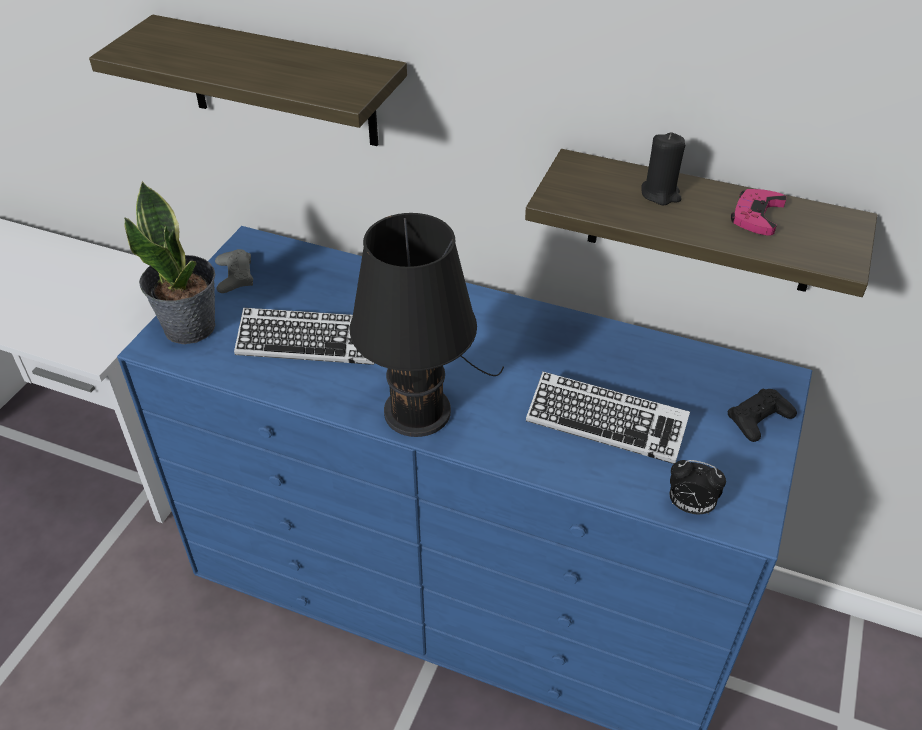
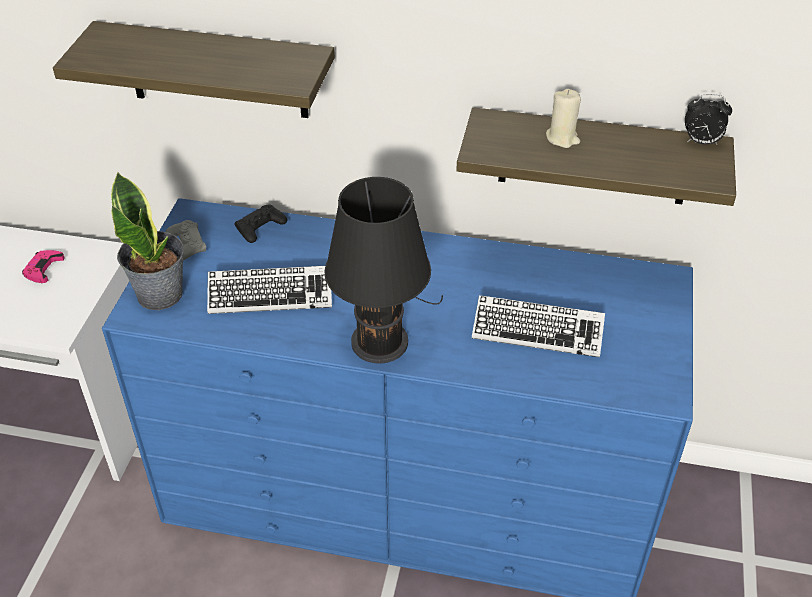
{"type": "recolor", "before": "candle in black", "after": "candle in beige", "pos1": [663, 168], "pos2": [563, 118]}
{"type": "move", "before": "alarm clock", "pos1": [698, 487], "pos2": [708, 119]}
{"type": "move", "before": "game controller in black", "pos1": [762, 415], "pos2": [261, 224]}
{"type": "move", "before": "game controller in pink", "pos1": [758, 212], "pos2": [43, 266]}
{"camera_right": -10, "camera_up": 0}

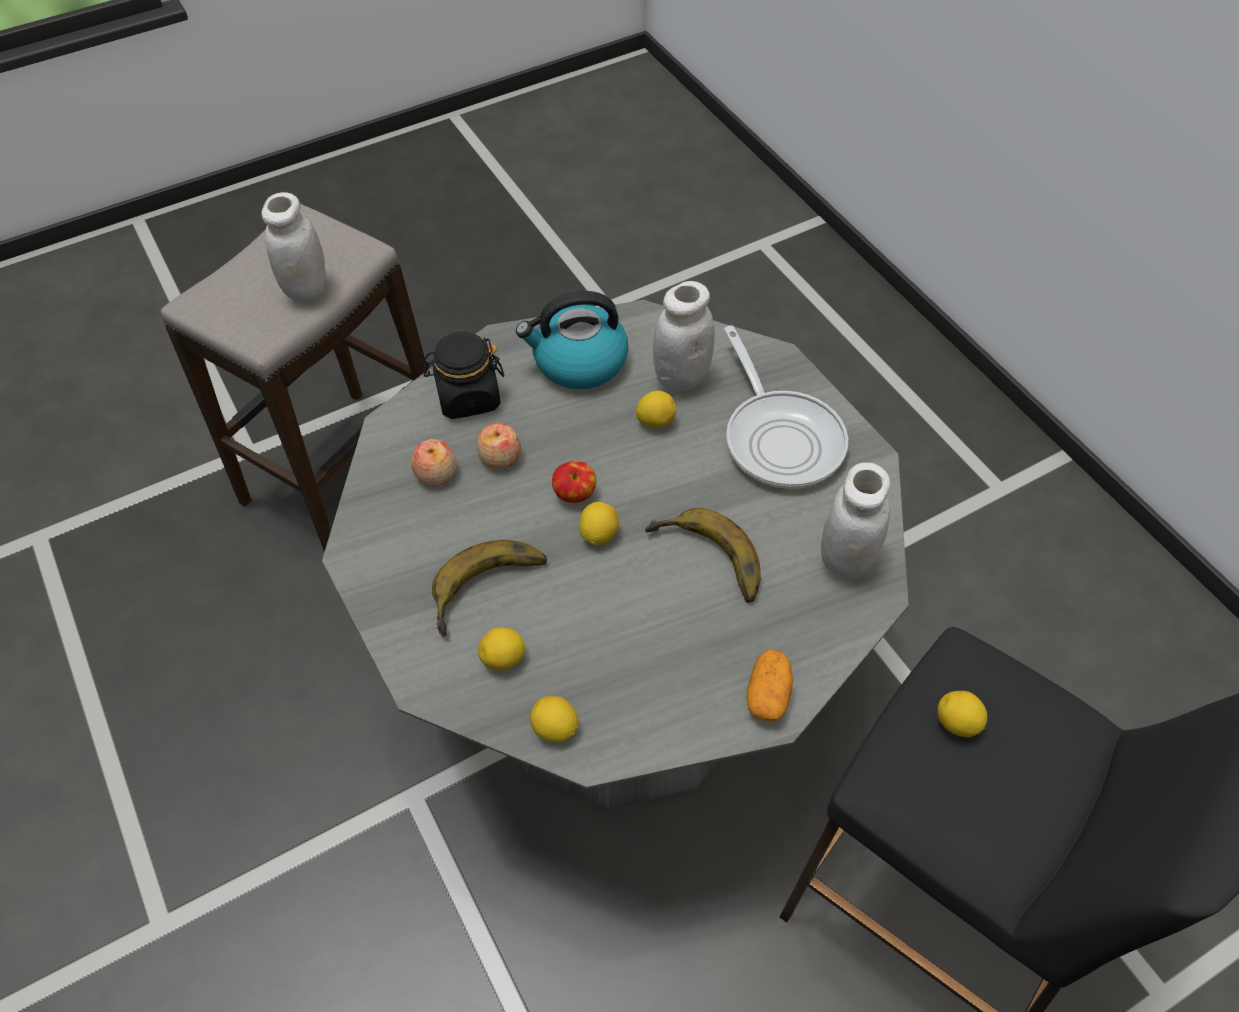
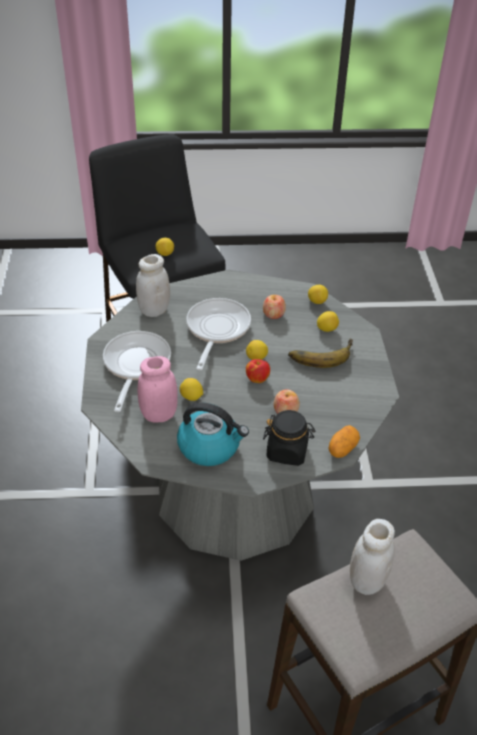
{"type": "move", "before": "apple", "pos1": [434, 462], "pos2": [274, 307]}
{"type": "replace", "before": "banana", "after": "frying pan", "pos1": [703, 555], "pos2": [218, 334]}
{"type": "recolor", "before": "jar in white", "after": "jar in pink", "pos1": [684, 336], "pos2": [158, 389]}
{"type": "move", "before": "potato", "pos1": [770, 685], "pos2": [344, 441]}
{"camera_right": -155, "camera_up": -10}

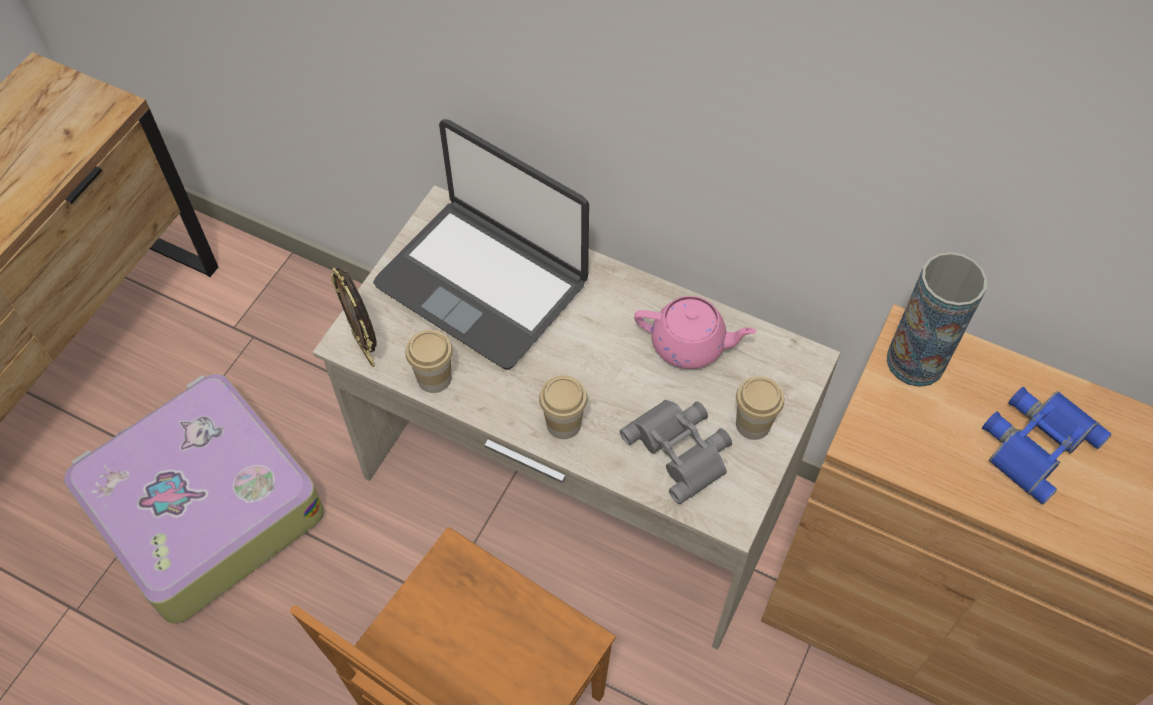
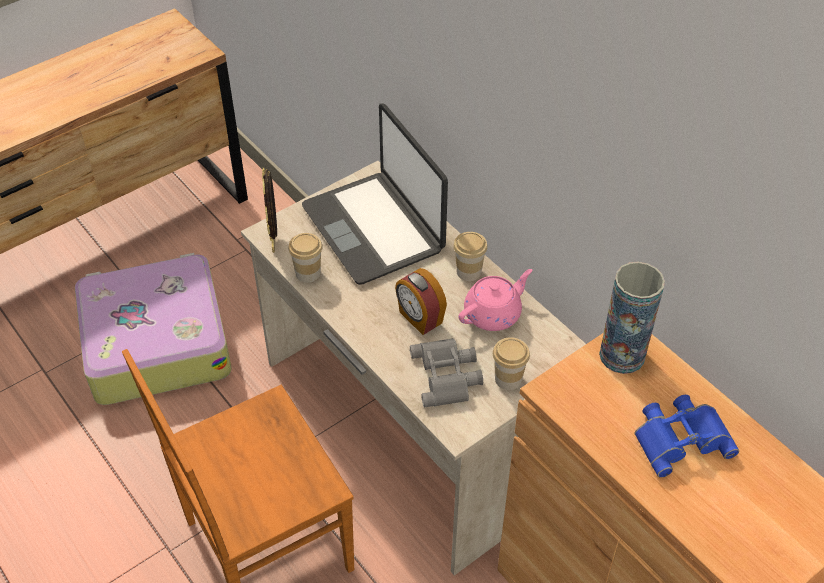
{"type": "move", "before": "cup", "pos1": [563, 407], "pos2": [470, 256]}
{"type": "rotate", "before": "teapot in pink", "pos1": [695, 332], "pos2": [495, 300], "turn": -75}
{"type": "insert", "after": "alarm clock", "pos2": [421, 301]}
{"camera_right": 25, "camera_up": -10}

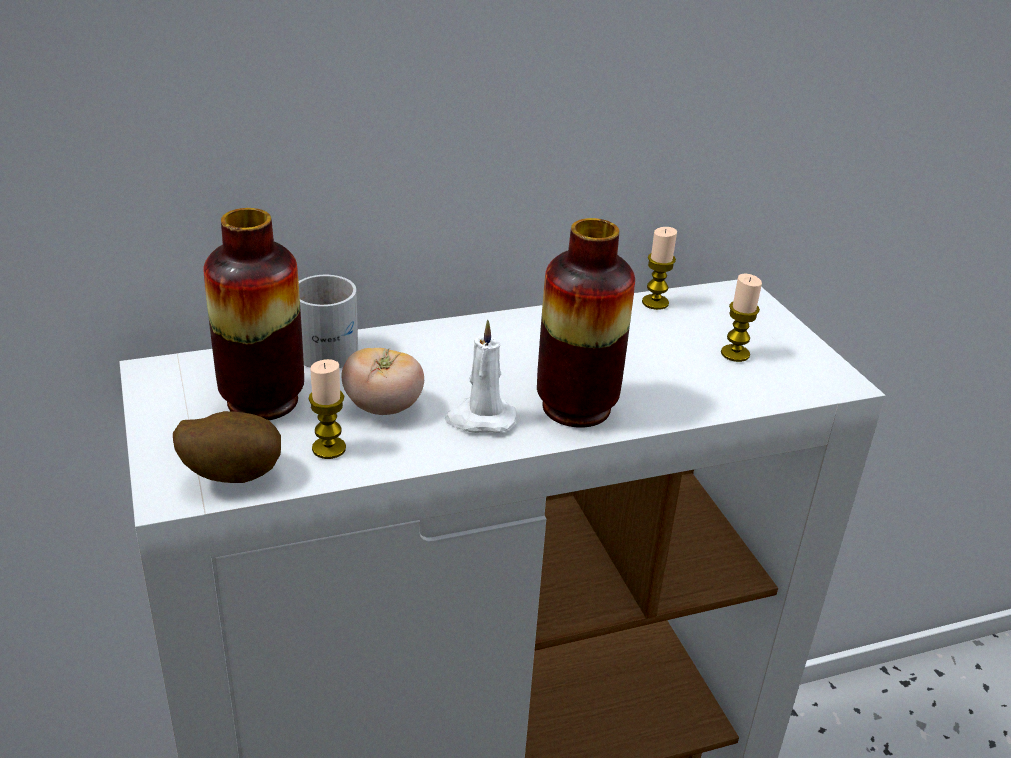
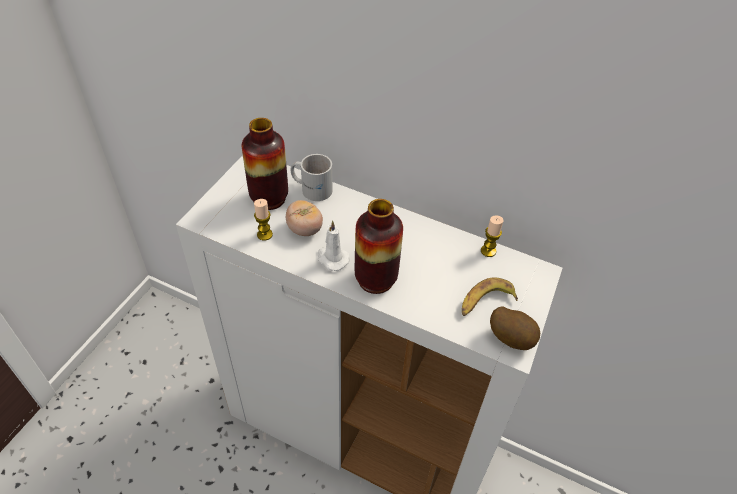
{"type": "move", "before": "potato", "pos1": [227, 447], "pos2": [515, 328]}
{"type": "replace", "before": "candle", "after": "banana", "pos1": [741, 318], "pos2": [490, 296]}
{"camera_right": 45, "camera_up": 15}

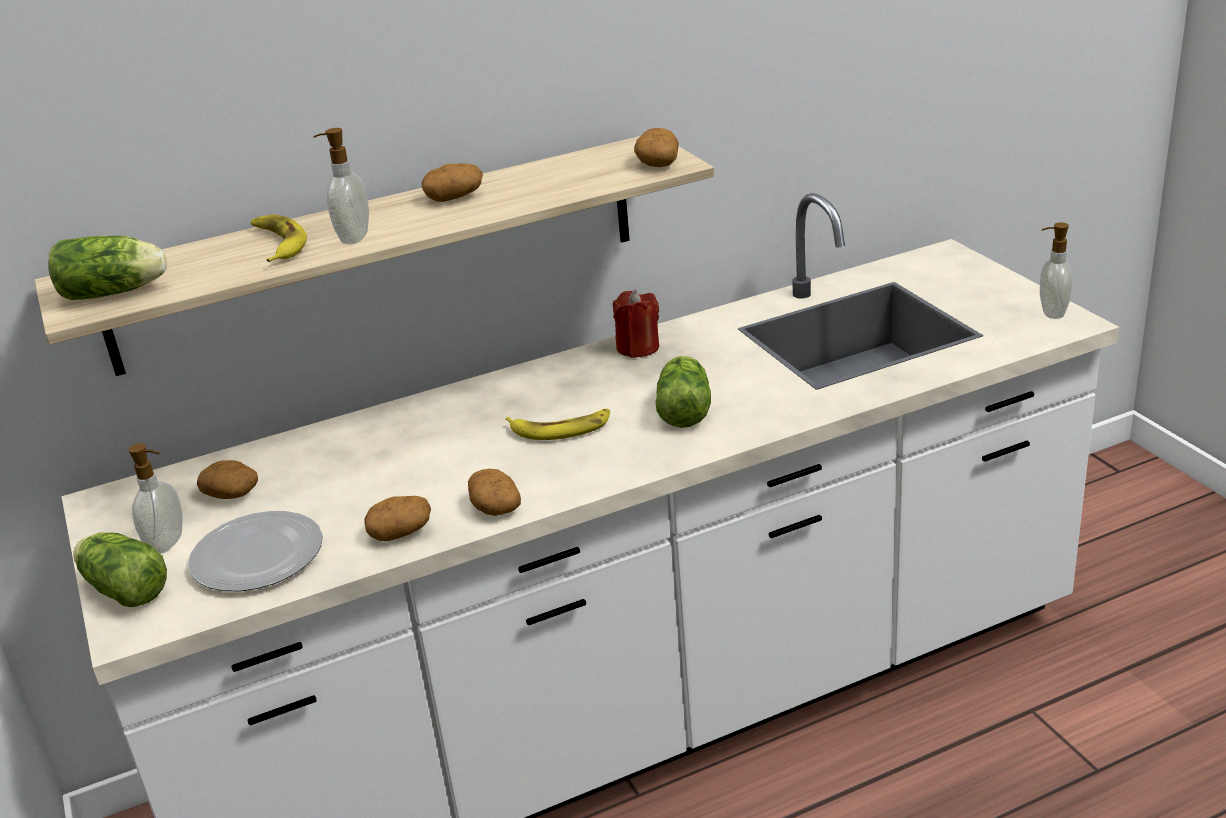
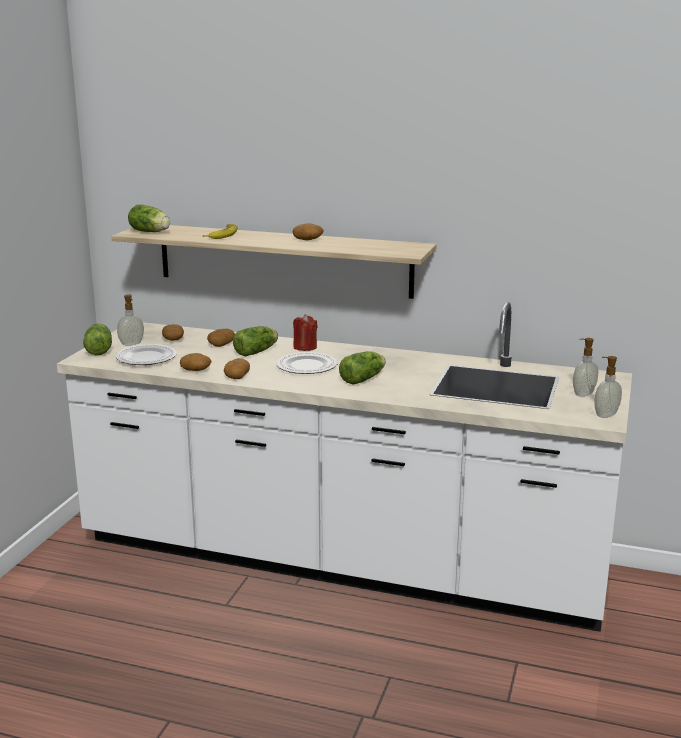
{"type": "move", "before": "soap dispenser", "pos1": [341, 186], "pos2": [585, 367]}
{"type": "replace", "before": "banana", "after": "plate", "pos1": [558, 424], "pos2": [307, 363]}
{"type": "move", "before": "candle in red", "pos1": [636, 324], "pos2": [305, 332]}
{"type": "move", "before": "potato", "pos1": [656, 147], "pos2": [221, 338]}
{"type": "insert", "after": "lettuce", "pos2": [255, 341]}
{"camera_right": 40, "camera_up": -10}

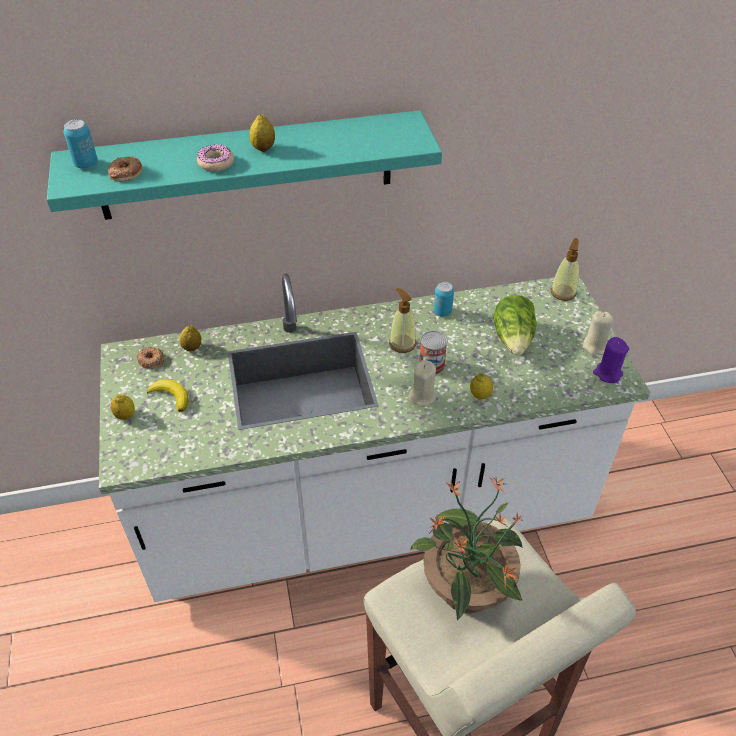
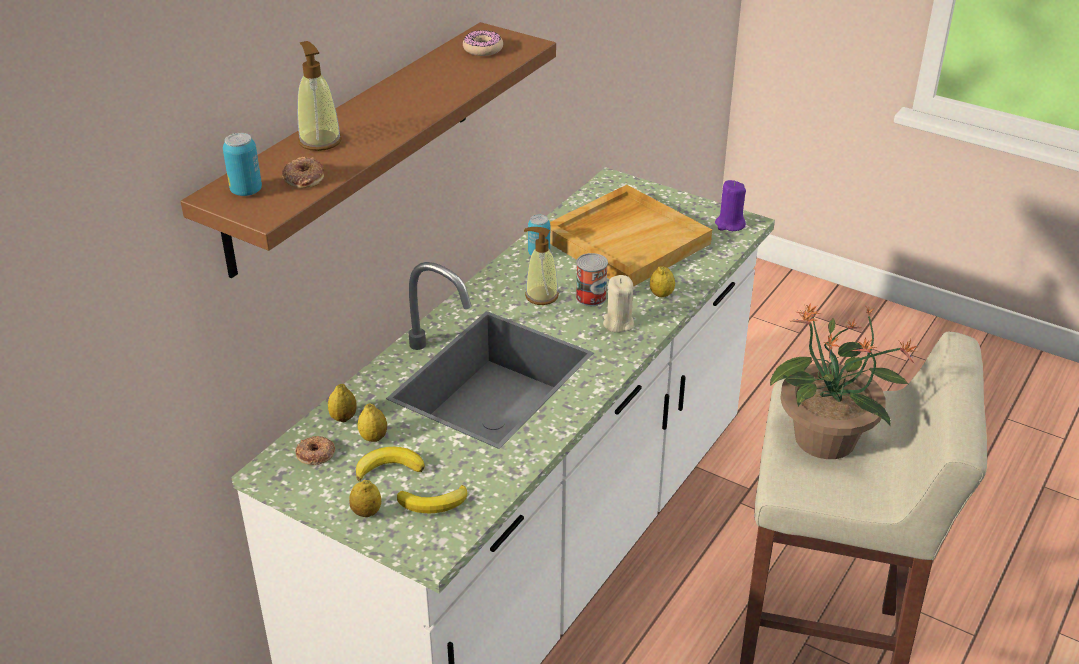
{"type": "recolor", "before": "shelf in turquoise", "after": "shelf in brown", "pos1": [244, 165], "pos2": [368, 150]}
{"type": "move", "before": "donut", "pos1": [215, 157], "pos2": [483, 43]}
{"type": "move", "before": "lemon", "pos1": [262, 133], "pos2": [372, 422]}
{"type": "replace", "before": "lettuce", "after": "tray in beige", "pos1": [515, 325], "pos2": [631, 236]}
{"type": "move", "before": "soap dispenser", "pos1": [565, 269], "pos2": [319, 96]}
{"type": "delete", "before": "candle in beige", "pos1": [598, 333]}
{"type": "insert", "after": "banana", "pos2": [432, 499]}
{"camera_right": -45, "camera_up": -10}

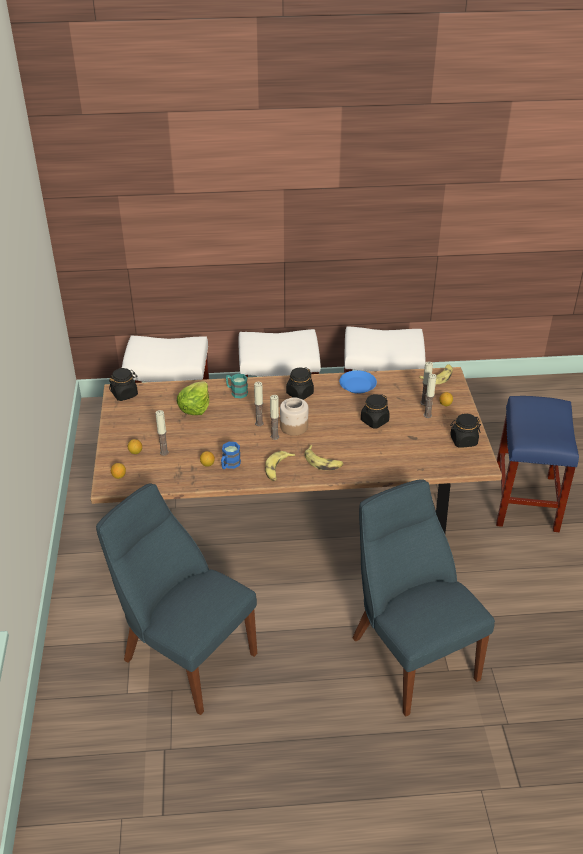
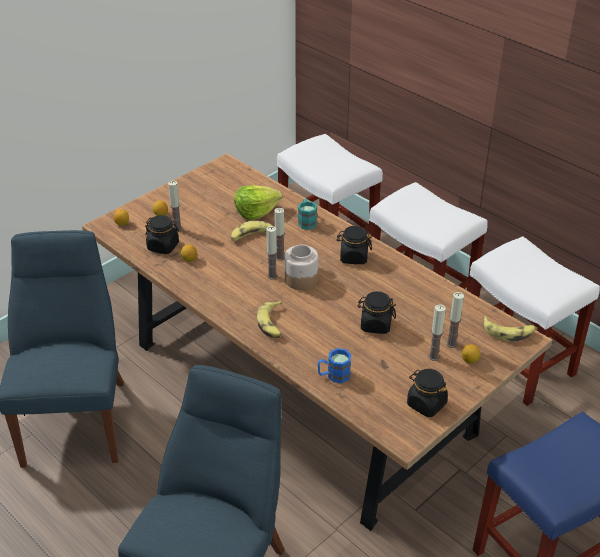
{"type": "move", "before": "jar in black", "pos1": [123, 384], "pos2": [162, 234]}
{"type": "move", "before": "mug in blue", "pos1": [231, 455], "pos2": [334, 365]}
{"type": "move", "before": "banana", "pos1": [280, 466], "pos2": [251, 231]}
{"type": "delete", "before": "plate in blue", "pos1": [358, 382]}
{"camera_right": 50, "camera_up": 0}

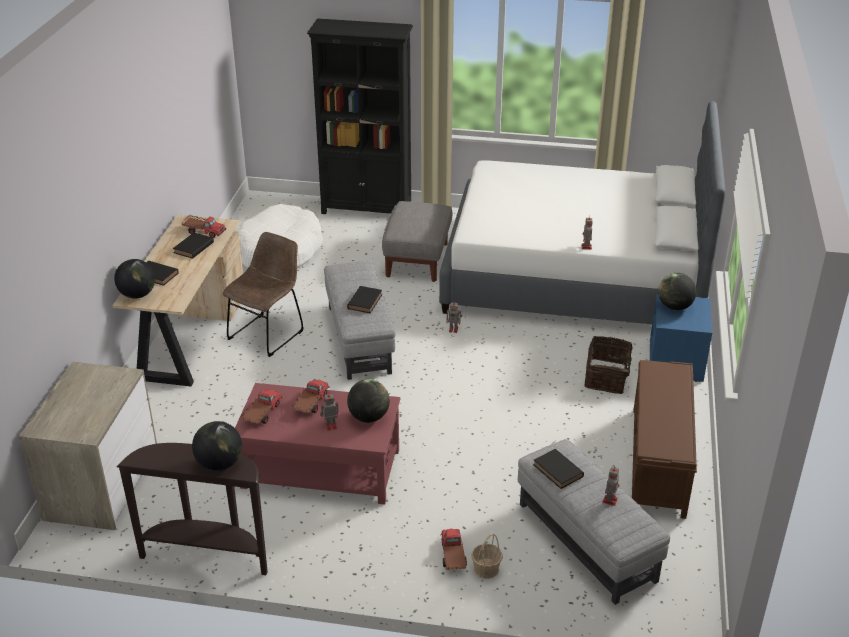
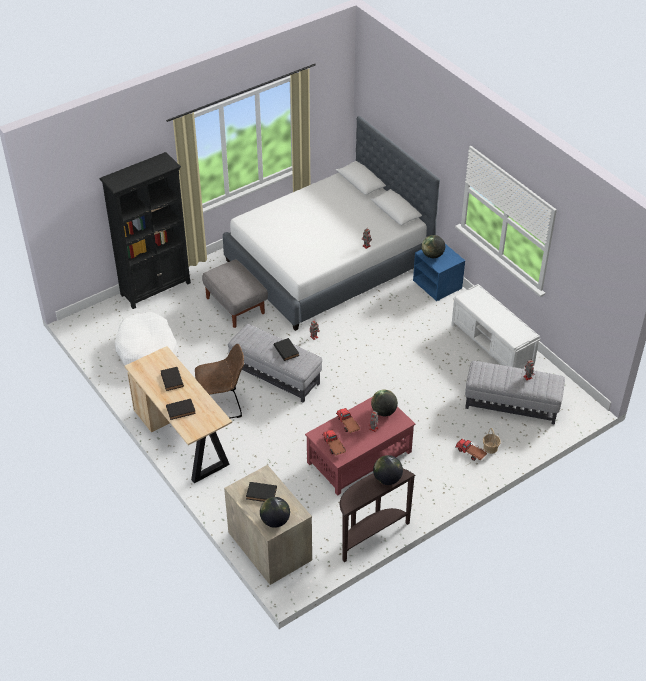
{"type": "move", "before": "globe", "pos1": [134, 279], "pos2": [275, 512]}
{"type": "delete", "before": "toy truck", "pos1": [204, 226]}
{"type": "rotate", "before": "chair in brown", "pos1": [263, 294], "pos2": [219, 381], "turn": 90}
{"type": "move", "before": "book in black", "pos1": [558, 469], "pos2": [261, 492]}
{"type": "delete", "before": "basket", "pos1": [613, 365]}
{"type": "recolor", "before": "bench in brown", "after": "bench in white", "pos1": [664, 439], "pos2": [495, 326]}
{"camera_right": -45, "camera_up": 10}

